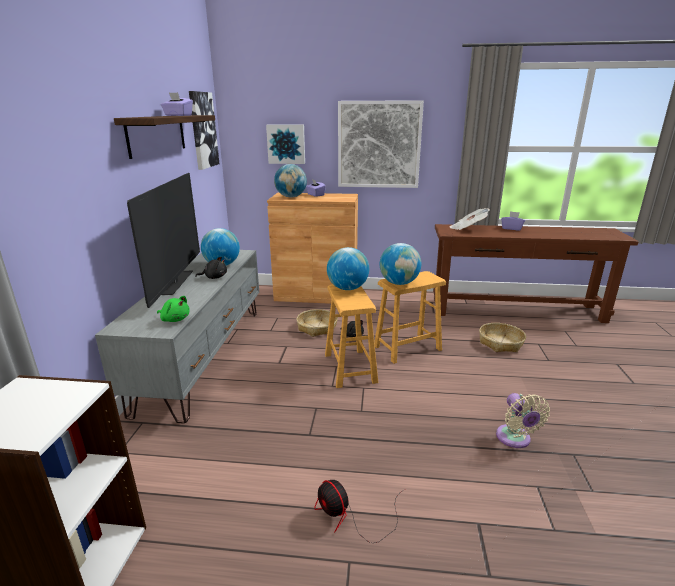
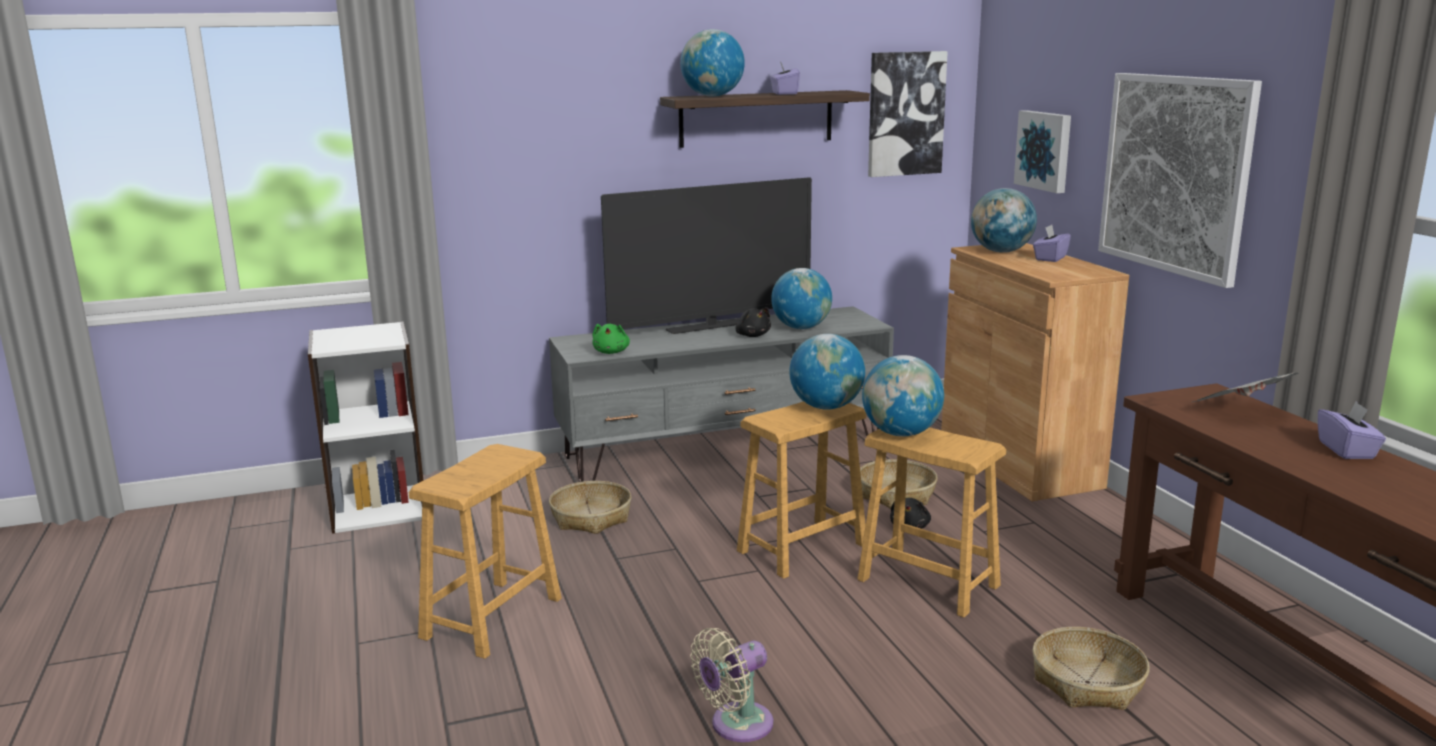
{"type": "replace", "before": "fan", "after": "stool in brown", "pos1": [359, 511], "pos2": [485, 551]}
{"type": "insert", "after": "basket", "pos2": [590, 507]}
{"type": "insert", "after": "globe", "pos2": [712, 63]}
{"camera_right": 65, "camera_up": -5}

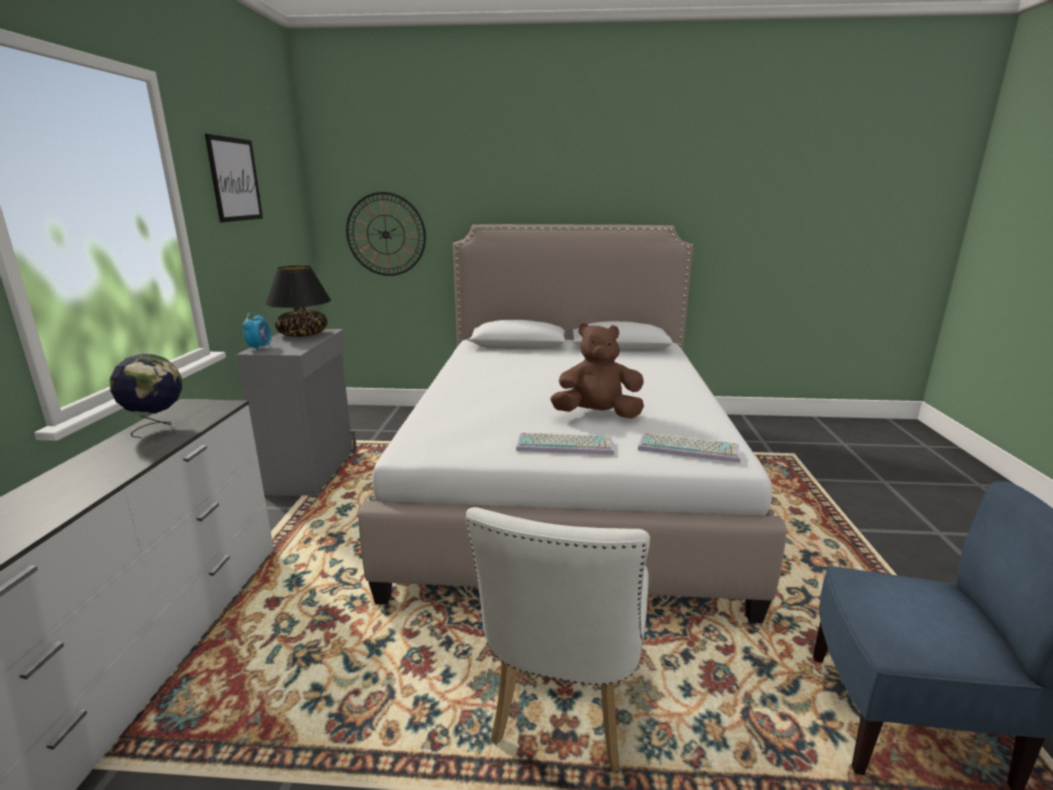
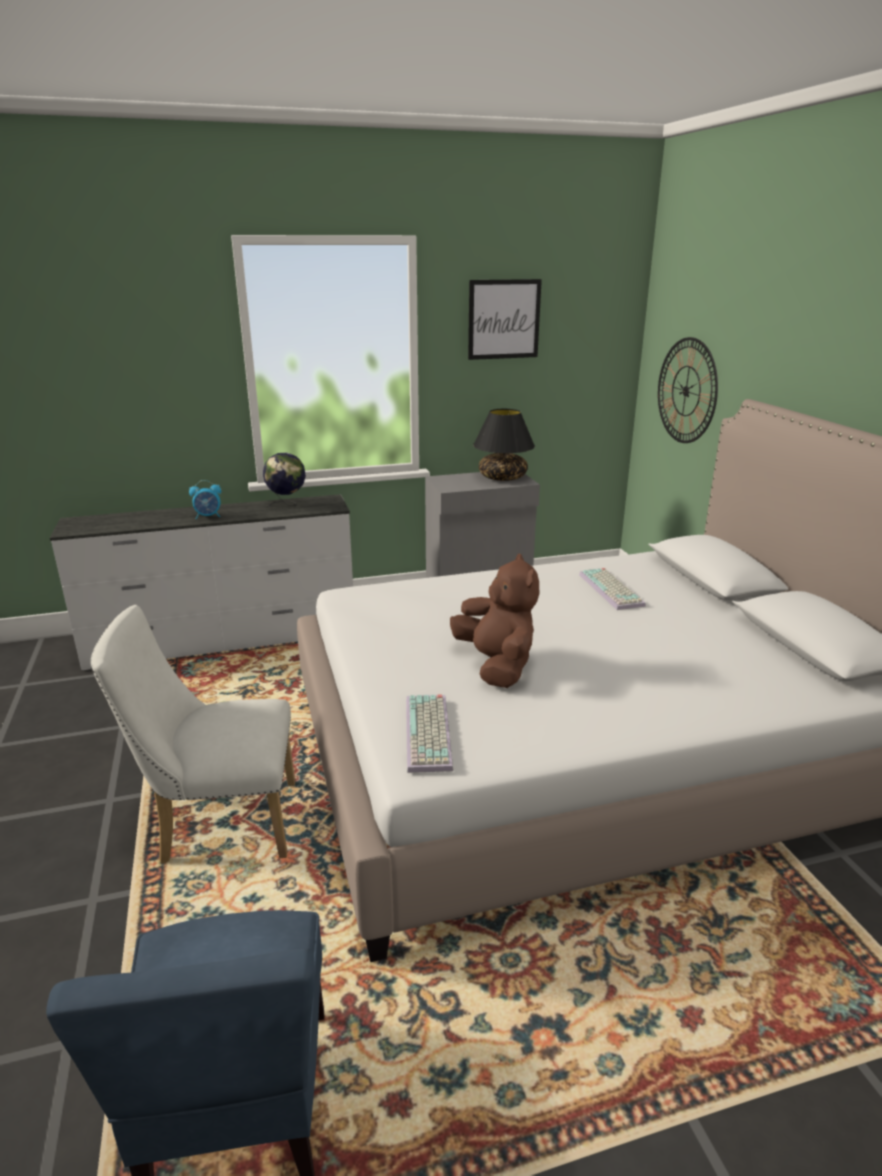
{"type": "move", "before": "alarm clock", "pos1": [257, 331], "pos2": [205, 499]}
{"type": "move", "before": "keyboard", "pos1": [565, 443], "pos2": [612, 589]}
{"camera_right": 70, "camera_up": 5}

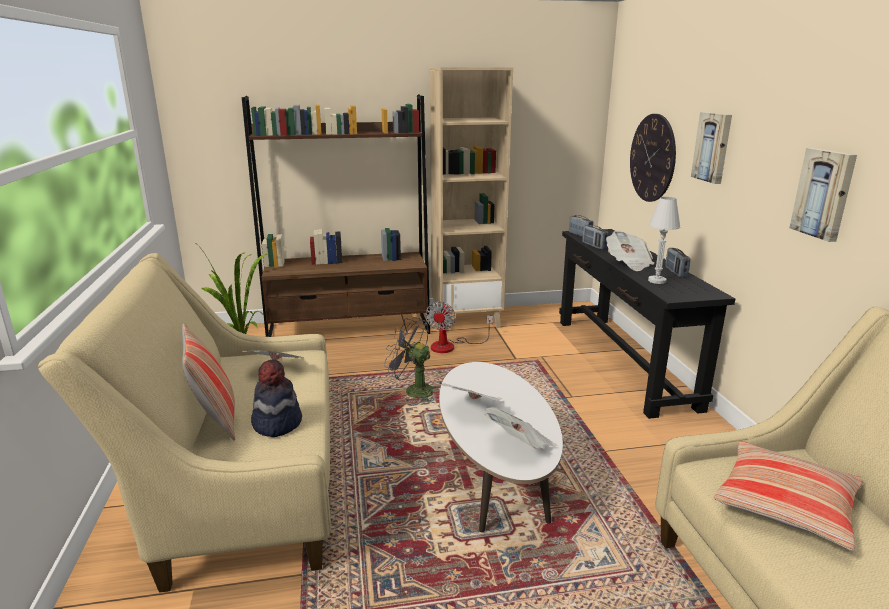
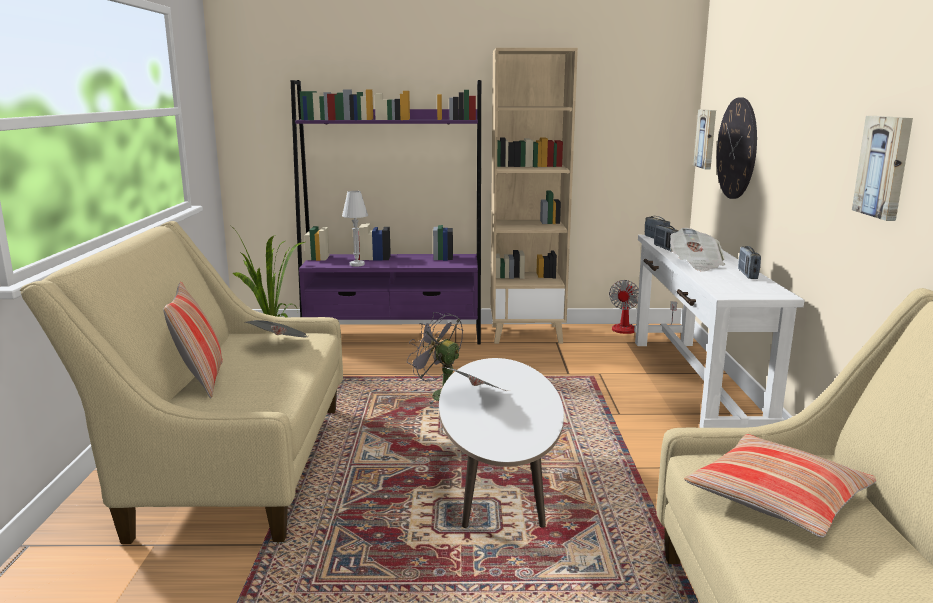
{"type": "recolor", "before": "bookcase in brown", "after": "bookcase in purple", "pos1": [336, 216], "pos2": [386, 212]}
{"type": "delete", "before": "hat", "pos1": [276, 398]}
{"type": "move", "before": "fan", "pos1": [459, 327], "pos2": [643, 307]}
{"type": "delete", "before": "newspaper", "pos1": [520, 428]}
{"type": "recolor", "before": "console table in black", "after": "console table in white", "pos1": [647, 324], "pos2": [719, 331]}
{"type": "move", "before": "table lamp in white", "pos1": [664, 240], "pos2": [355, 228]}
{"type": "move", "before": "picture", "pos1": [711, 148], "pos2": [704, 139]}
{"camera_right": 10, "camera_up": -5}

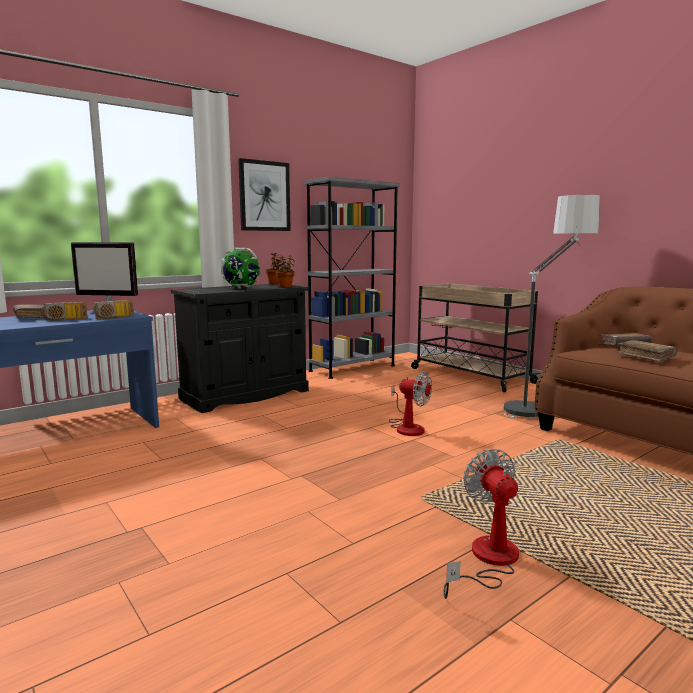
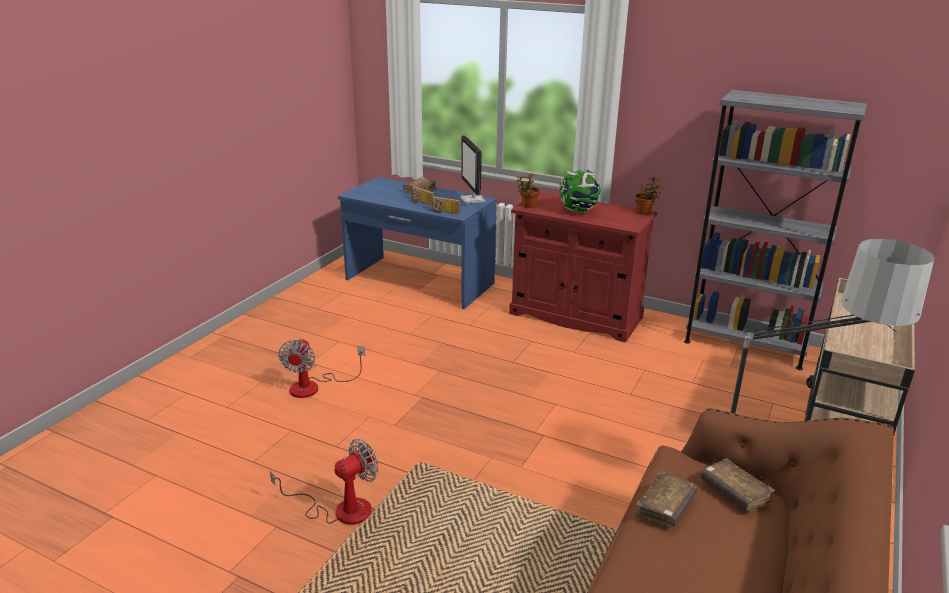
{"type": "recolor", "before": "cabinet in black", "after": "cabinet in red", "pos1": [240, 348], "pos2": [583, 267]}
{"type": "delete", "before": "picture", "pos1": [264, 194]}
{"type": "move", "before": "potted plant", "pos1": [285, 271], "pos2": [528, 190]}
{"type": "move", "before": "fan", "pos1": [410, 403], "pos2": [321, 368]}
{"camera_right": 65, "camera_up": 15}

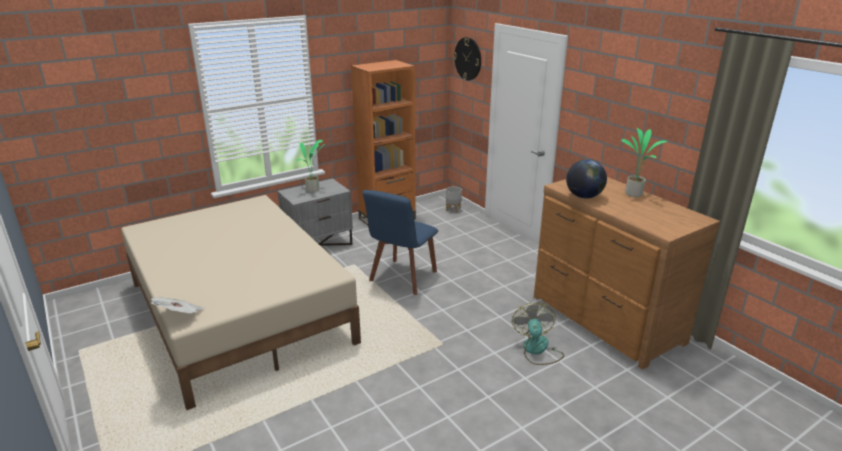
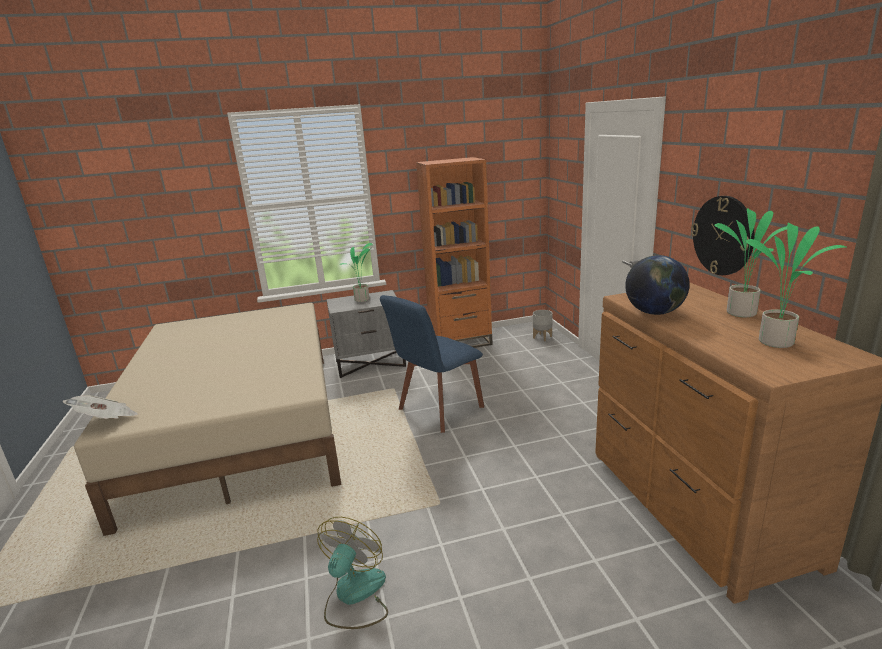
{"type": "move", "before": "wall clock", "pos1": [467, 59], "pos2": [723, 235]}
{"type": "move", "before": "fan", "pos1": [538, 334], "pos2": [352, 573]}
{"type": "insert", "after": "potted plant", "pos2": [796, 285]}
{"camera_right": 20, "camera_up": -5}

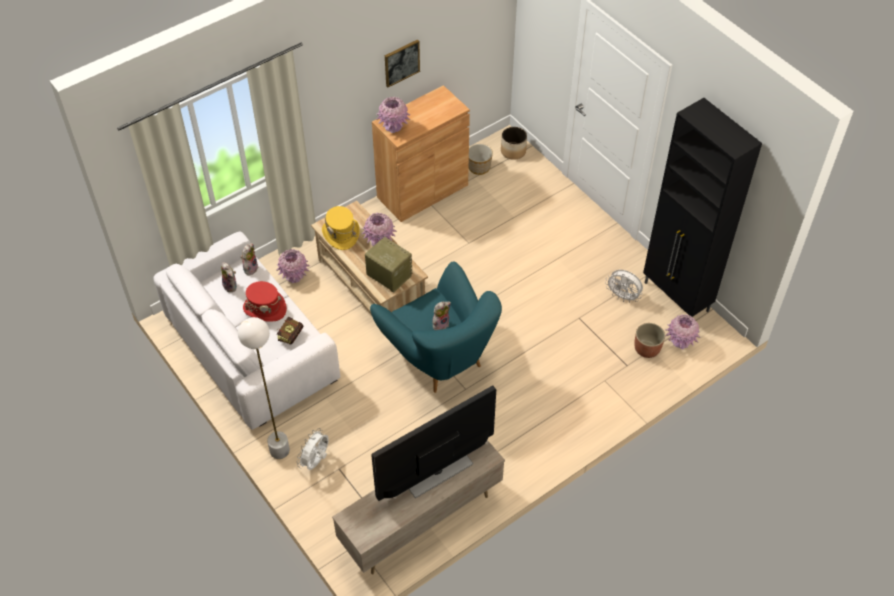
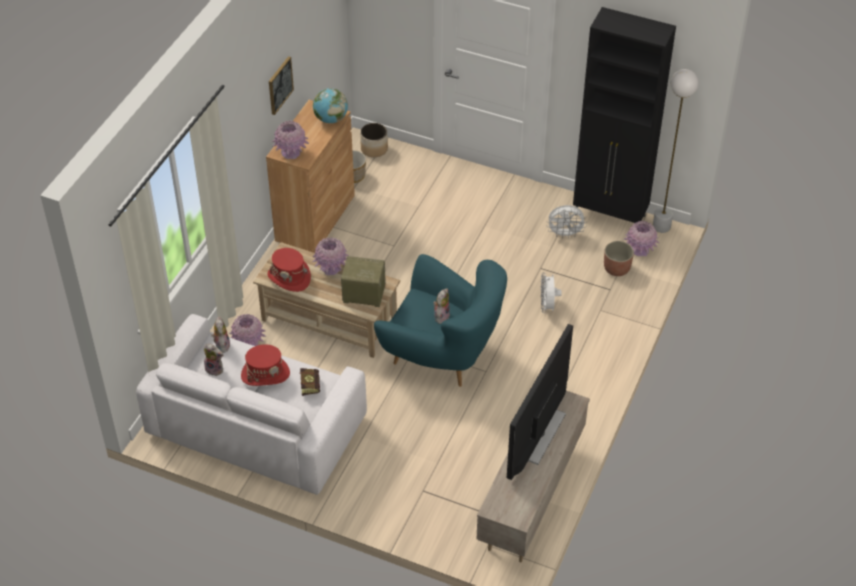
{"type": "move", "before": "floor lamp in white", "pos1": [264, 388], "pos2": [676, 151]}
{"type": "move", "before": "fan in white", "pos1": [313, 449], "pos2": [551, 293]}
{"type": "recolor", "before": "hat in yellow", "after": "hat in red", "pos1": [341, 228], "pos2": [289, 270]}
{"type": "insert", "after": "globe", "pos2": [330, 105]}
{"camera_right": -30, "camera_up": -5}

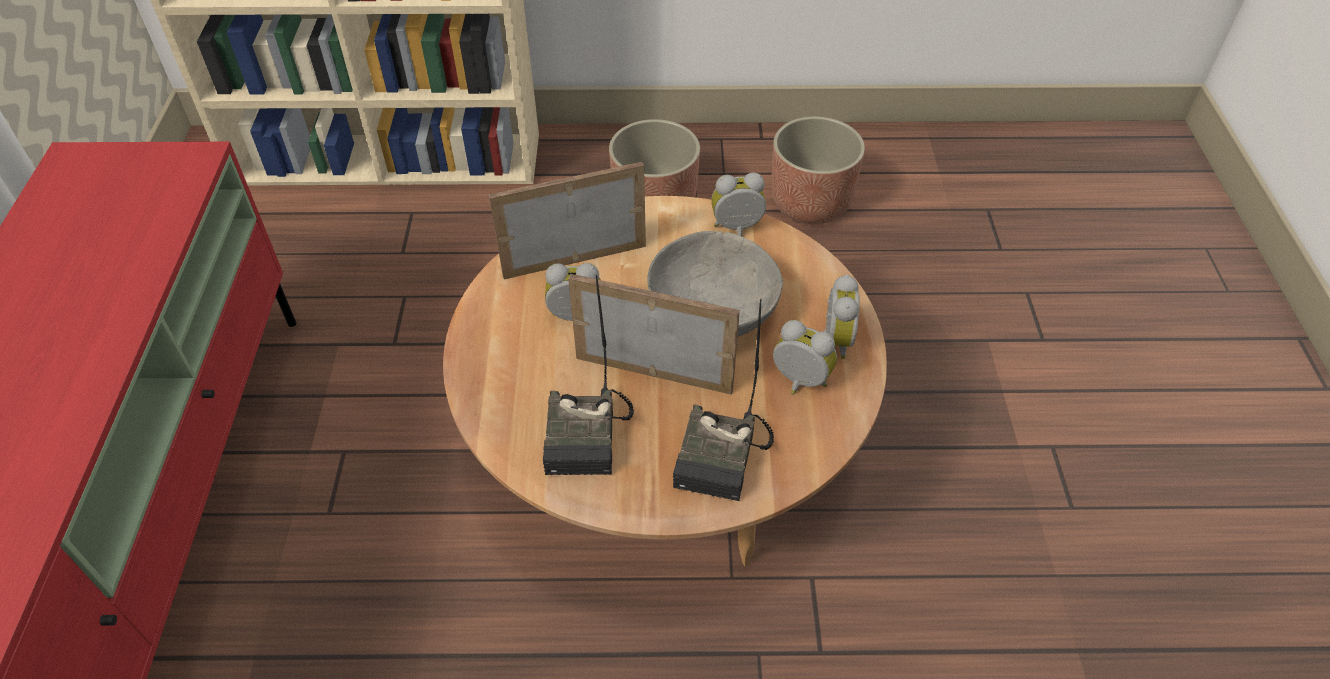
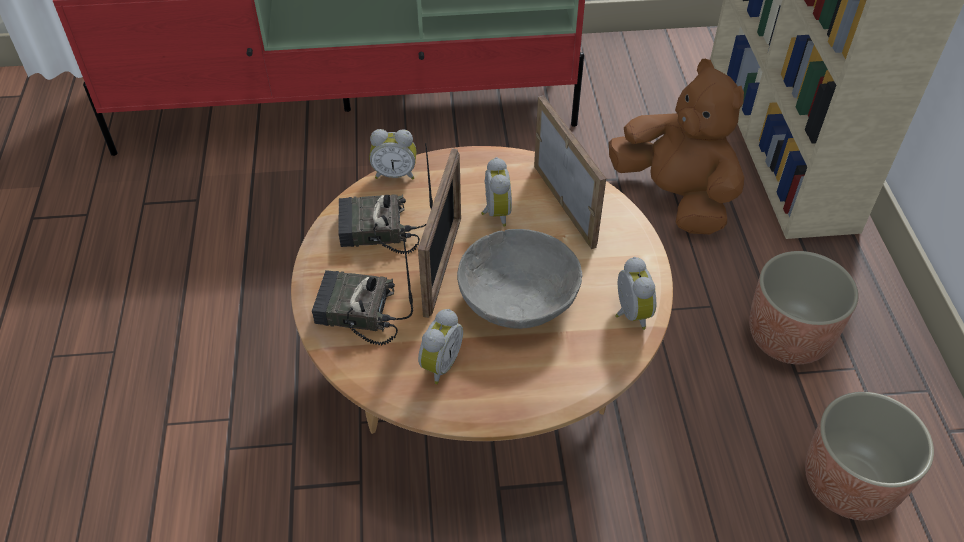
{"type": "move", "before": "alarm clock", "pos1": [842, 316], "pos2": [392, 154]}
{"type": "insert", "after": "plush toy in brown", "pos2": [676, 146]}
{"camera_right": 85, "camera_up": 0}

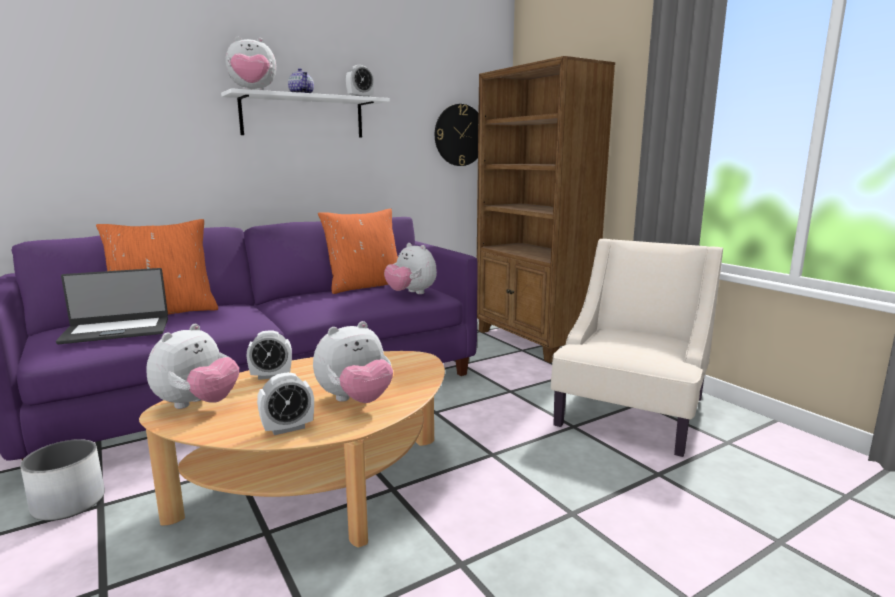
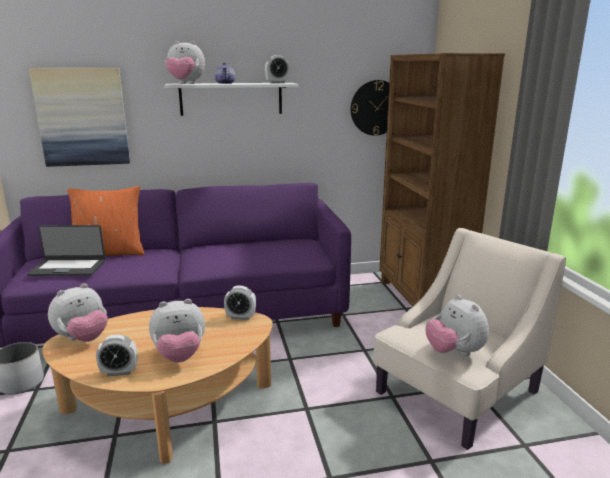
{"type": "move", "before": "alarm clock", "pos1": [269, 355], "pos2": [240, 303]}
{"type": "delete", "before": "pillow in orange", "pos1": [358, 251]}
{"type": "move", "before": "plush toy", "pos1": [410, 268], "pos2": [457, 325]}
{"type": "insert", "after": "picture", "pos2": [79, 117]}
{"camera_right": 20, "camera_up": 5}

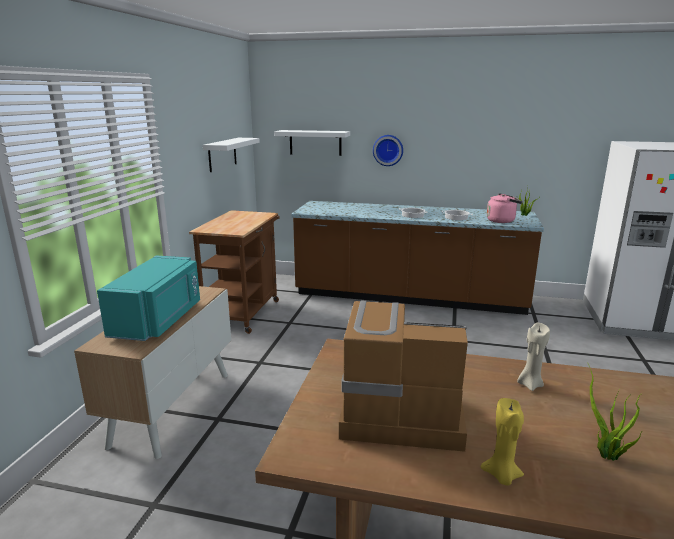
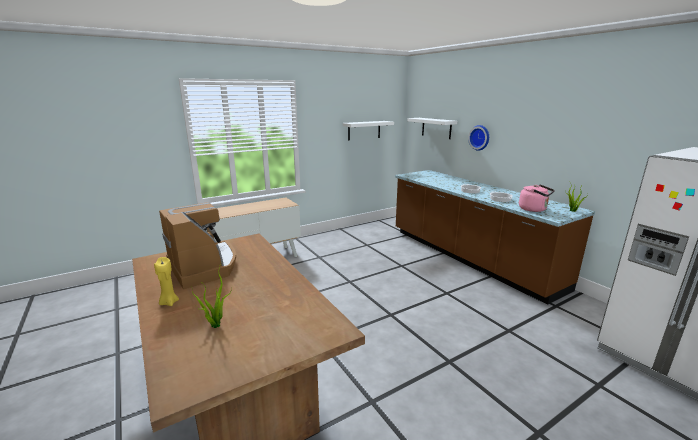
{"type": "delete", "before": "microwave in turquoise", "pos1": [148, 298]}
{"type": "delete", "before": "cart in brown", "pos1": [234, 272]}
{"type": "delete", "before": "candle in beige", "pos1": [533, 357]}
{"camera_right": 45, "camera_up": 0}

